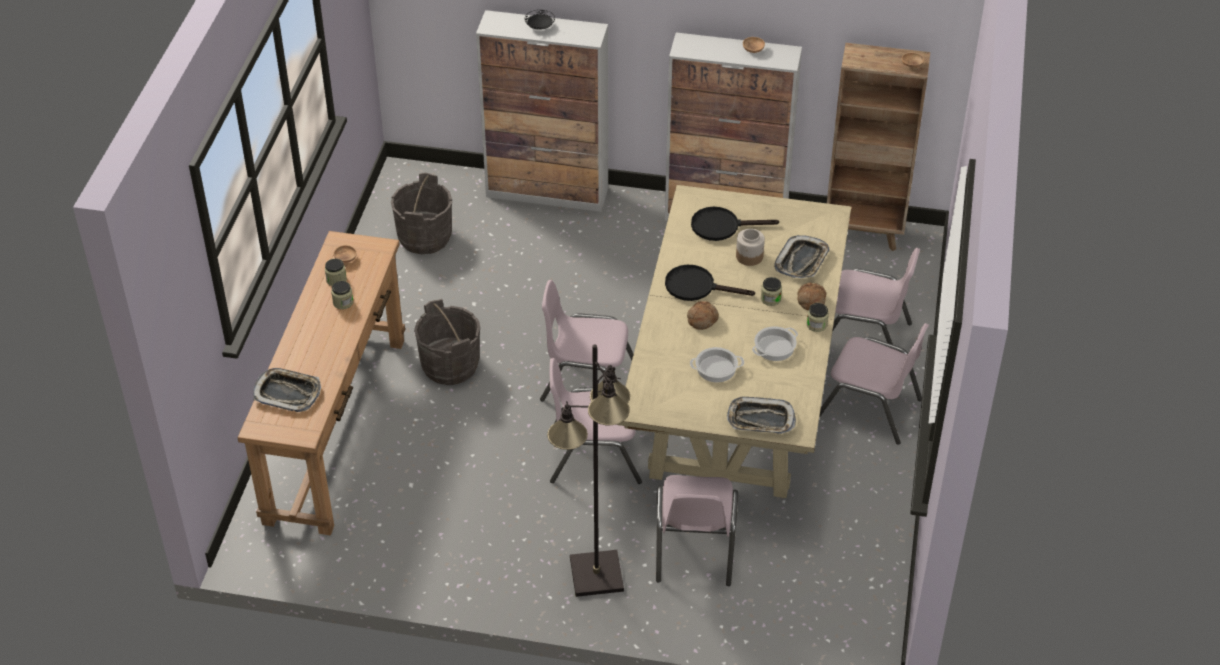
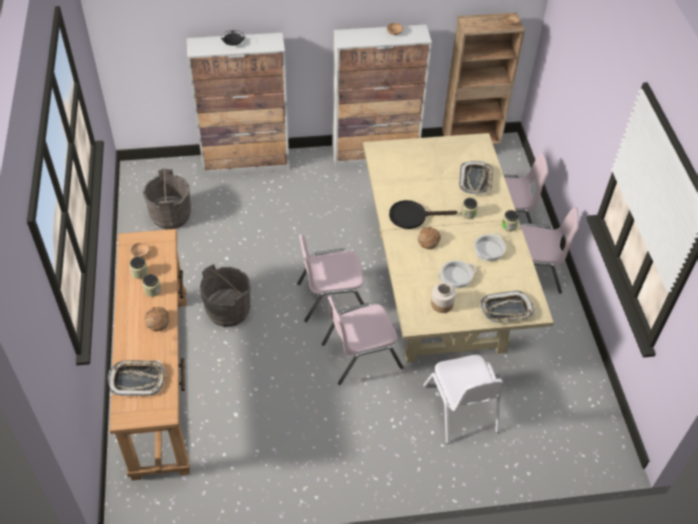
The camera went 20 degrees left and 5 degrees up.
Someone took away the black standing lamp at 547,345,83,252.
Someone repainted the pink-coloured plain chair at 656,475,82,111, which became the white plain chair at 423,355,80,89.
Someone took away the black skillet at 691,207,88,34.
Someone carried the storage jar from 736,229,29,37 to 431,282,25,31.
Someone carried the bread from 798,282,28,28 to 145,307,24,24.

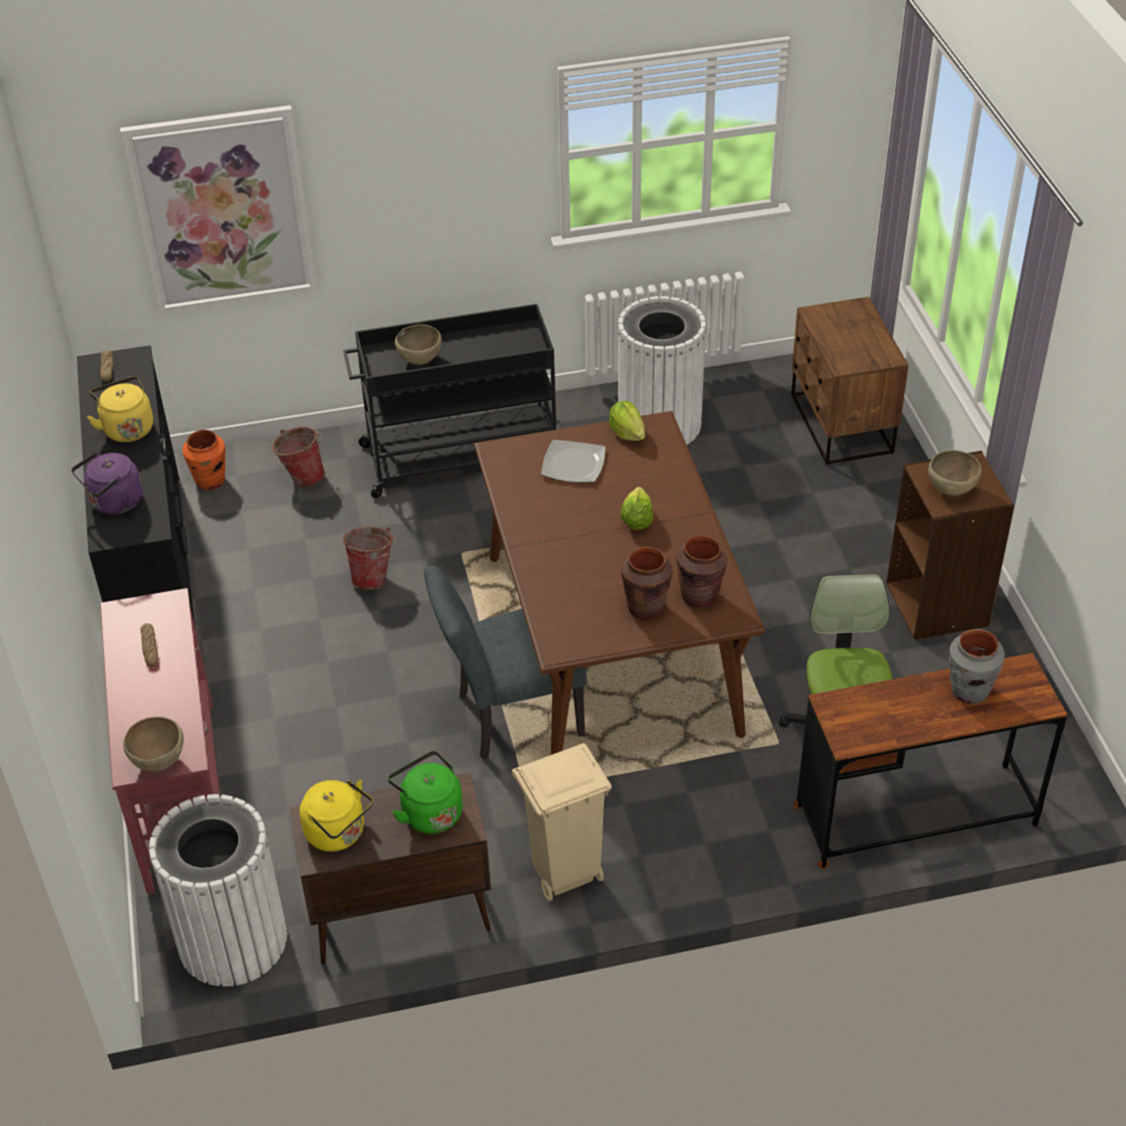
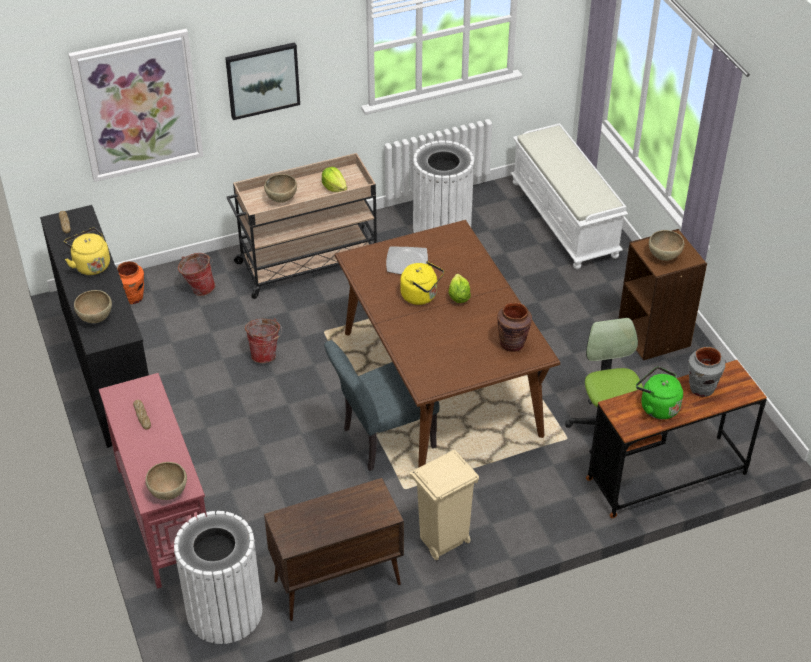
The camera went 10 degrees left and 0 degrees up.
Someone swapped the purple water kettle at 72,452,71,62 for the brown deep dish at 74,290,38,33.
Someone carried the yellow-coloured water kettle from 300,779,73,73 to 400,261,44,44.
Someone repainted the black cart at 343,304,213,194, which became the beige cart at 227,153,150,146.
Someone carried the green-coloured water kettle from 388,751,75,83 to 636,367,47,52.
Someone carried the head of lettuce from 609,401,36,40 to 322,167,25,25.
Someone took away the brown decorative vase at 621,547,52,73.
Someone swapped the brown bedside table at 791,297,118,168 for the white indoor bench at 511,123,117,146.
Someone put up the wall art at 225,42,75,78.

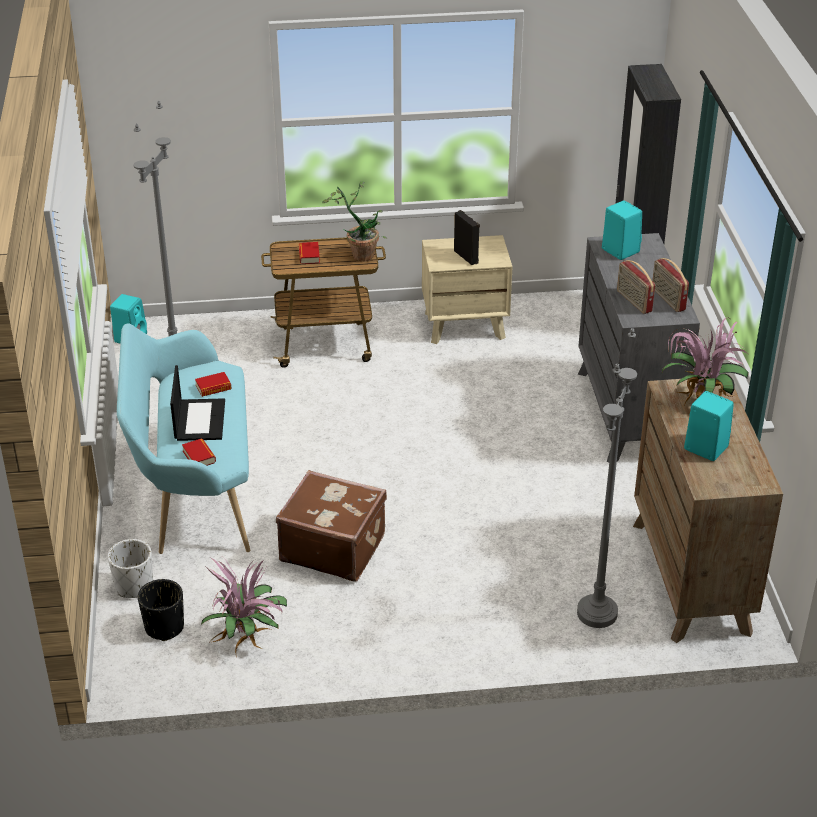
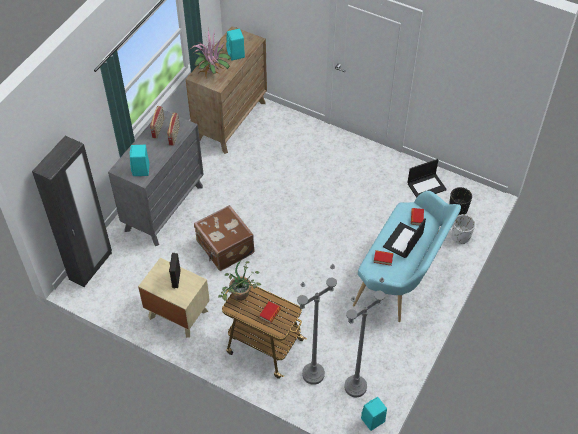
The camera went 145 degrees left and 15 degrees up.
Someone swapped the potted plant at 201,557,86,100 for the notebook computer at 407,159,40,39.
Someone carried the brown travel case from 276,470,111,112 to 194,205,60,66.
Someone carried the gray standing lamp from 577,328,60,300 to 297,264,40,121.

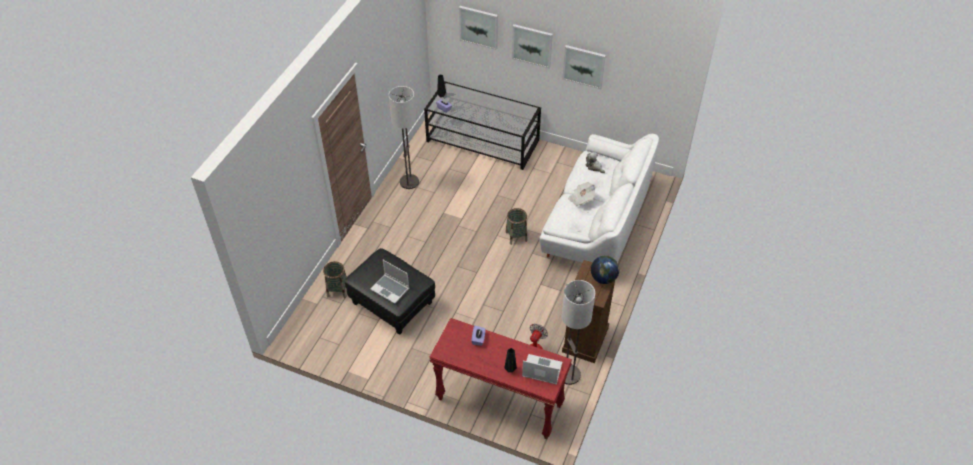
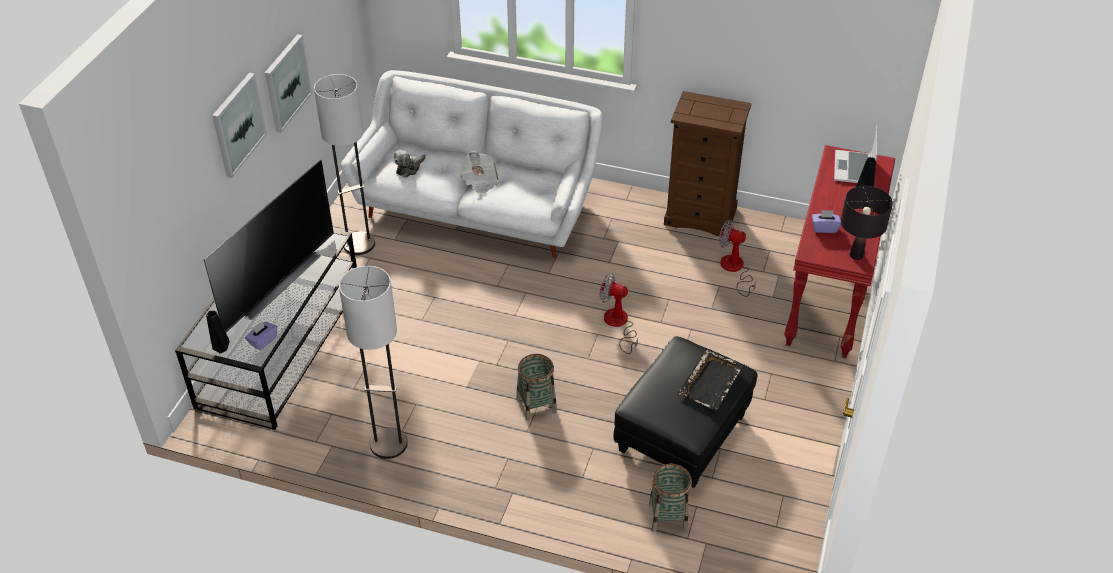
The camera went 95 degrees left and 5 degrees down.
Someone swapped the notebook computer at 370,260,39,44 for the black tray at 678,350,65,61.
Someone took away the wall art at 459,6,39,44.
Someone carried the basket from 505,208,22,37 to 516,354,41,67.
Someone carried the standing lamp from 561,280,34,105 to 314,74,61,181.
Someone took away the desk globe at 591,255,28,29.
Someone put down the TV set at 204,160,130,173.
Someone put down the electric fan at 600,273,38,81.
Someone put down the black table lamp at 841,186,52,74.

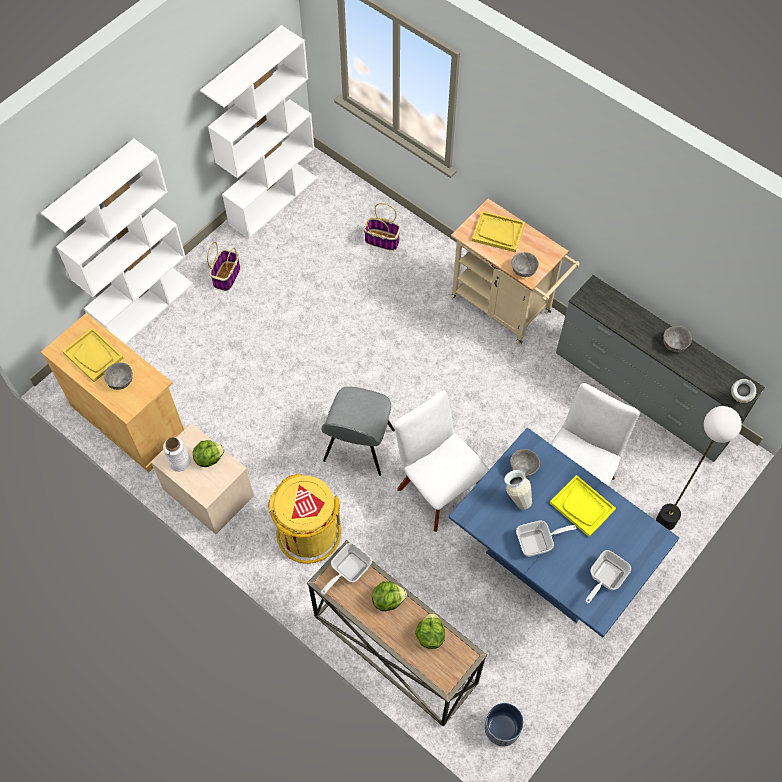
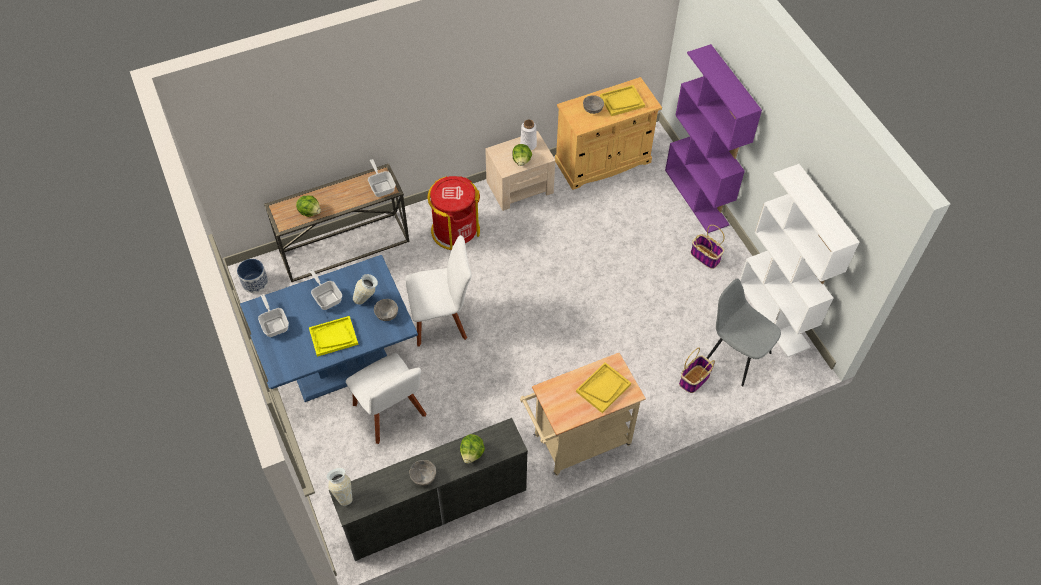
The camera went 115 degrees right and 5 degrees down.
Someone repainted the white bookcase at 41,139,152,205, which became the purple bookcase at 665,44,97,189.
Someone repainted the yellow-coloured rubbish bin at 268,474,73,90, which became the red-coloured rubbish bin at 428,176,52,74.
Someone carried the gray plain chair from 321,387,74,89 to 707,278,74,109.
Someone carried the head of lettuce from 372,581,35,30 to 460,434,25,30.
Someone took away the gray deep dish at 511,252,28,25.
Someone rotated the skillet at 516,520,61,37 by 135 degrees clockwise.
Someone took away the standing lamp at 656,406,86,124.

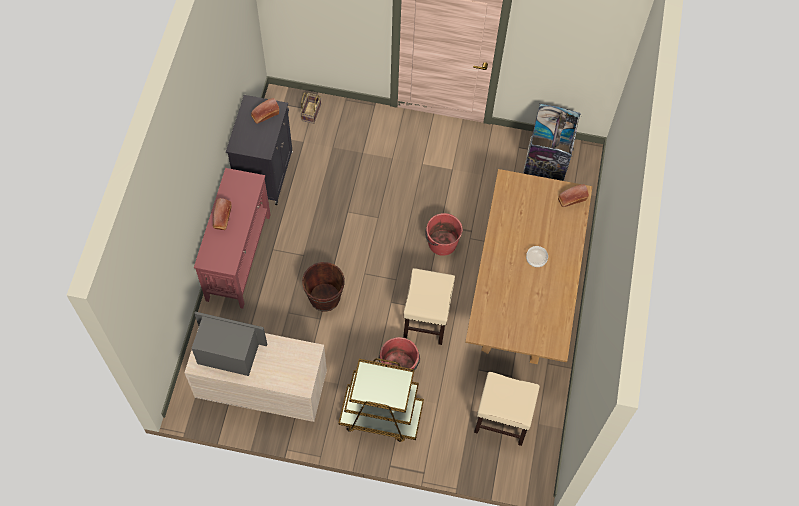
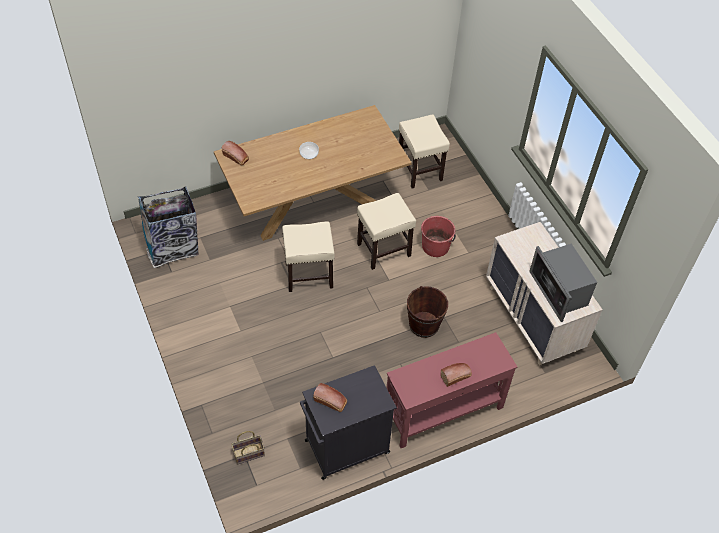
The camera went 125 degrees left and 10 degrees down.
Someone took away the brown cart at 338,358,86,84.
Someone swapped the red-coloured water bucket at 425,213,38,43 for the beige sitting stool at 282,221,52,71.

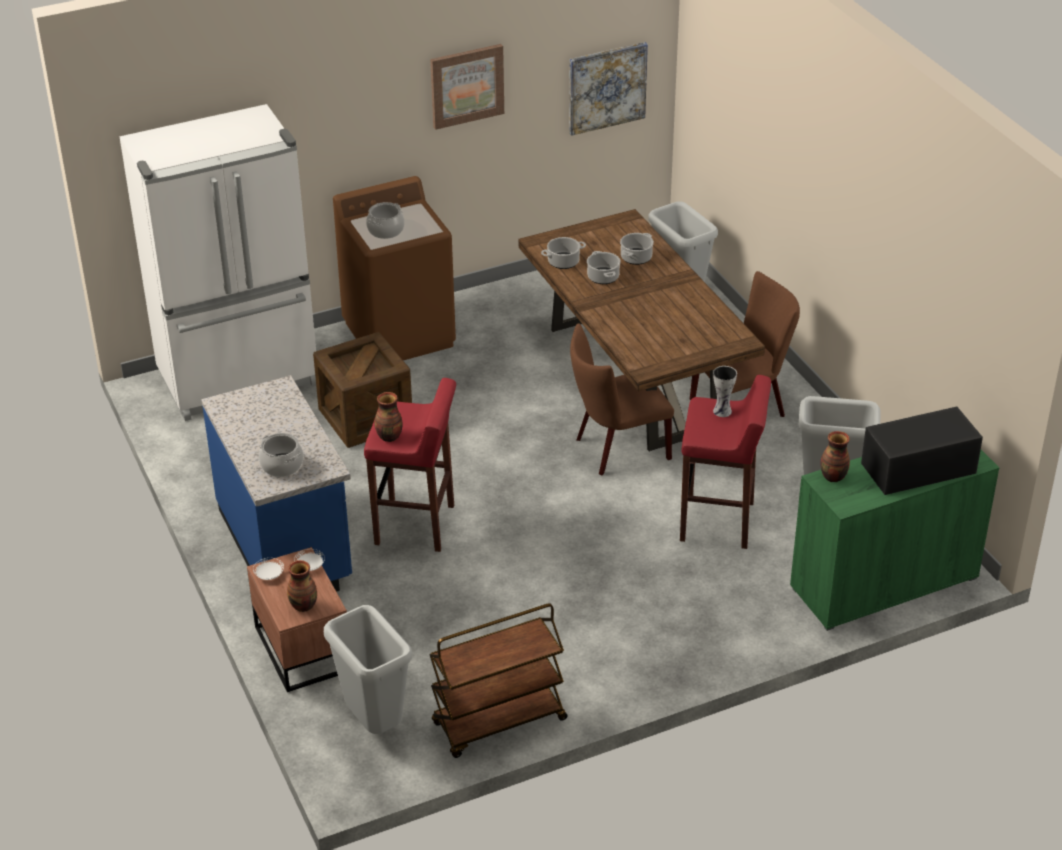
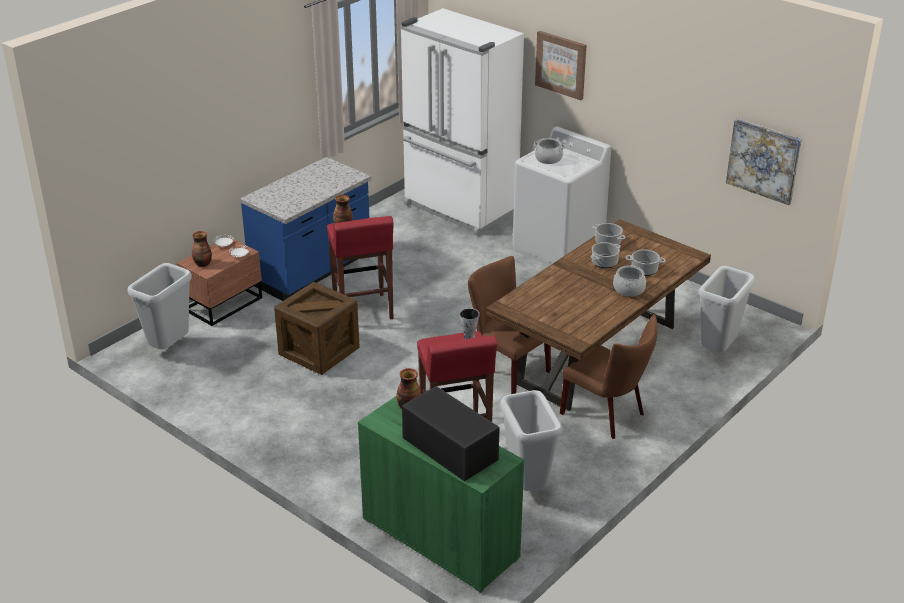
The camera went 65 degrees right and 5 degrees down.
Someone carried the stockpot from 259,433,45,44 to 613,265,33,32.
Someone carried the shipping crate from 313,332,99,116 to 274,282,86,93.
Someone repainted the brown laundry appliance at 333,176,123,184, which became the white laundry appliance at 513,127,98,139.
Someone took away the brown cart at 429,603,139,155.
Someone carried the wall art from 430,44,74,86 to 535,31,51,69.

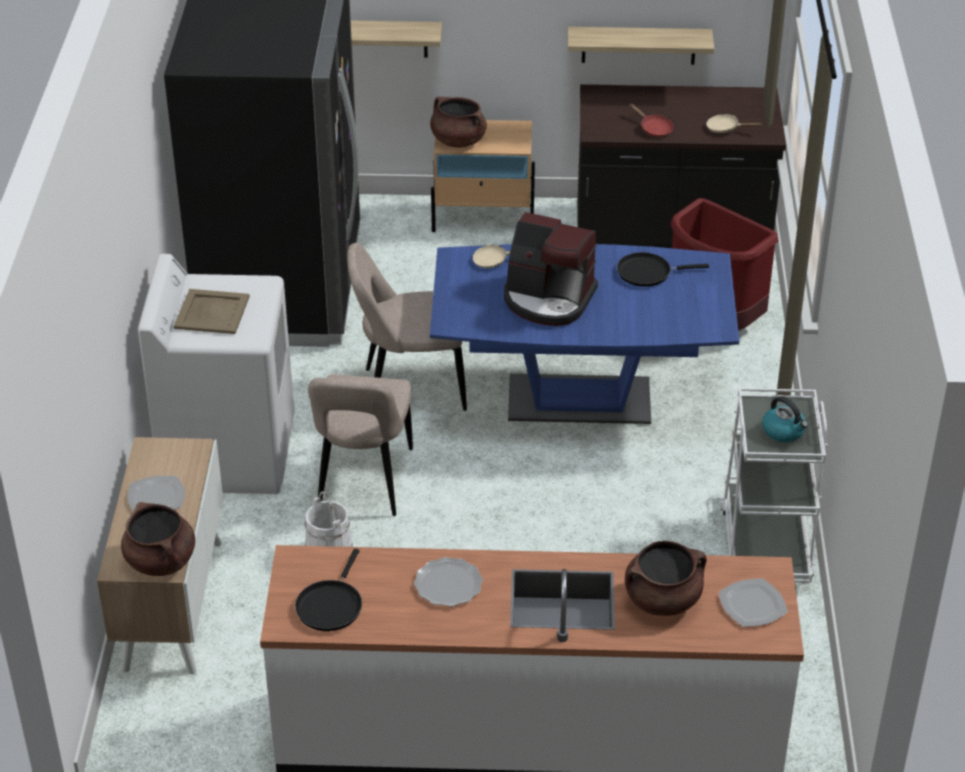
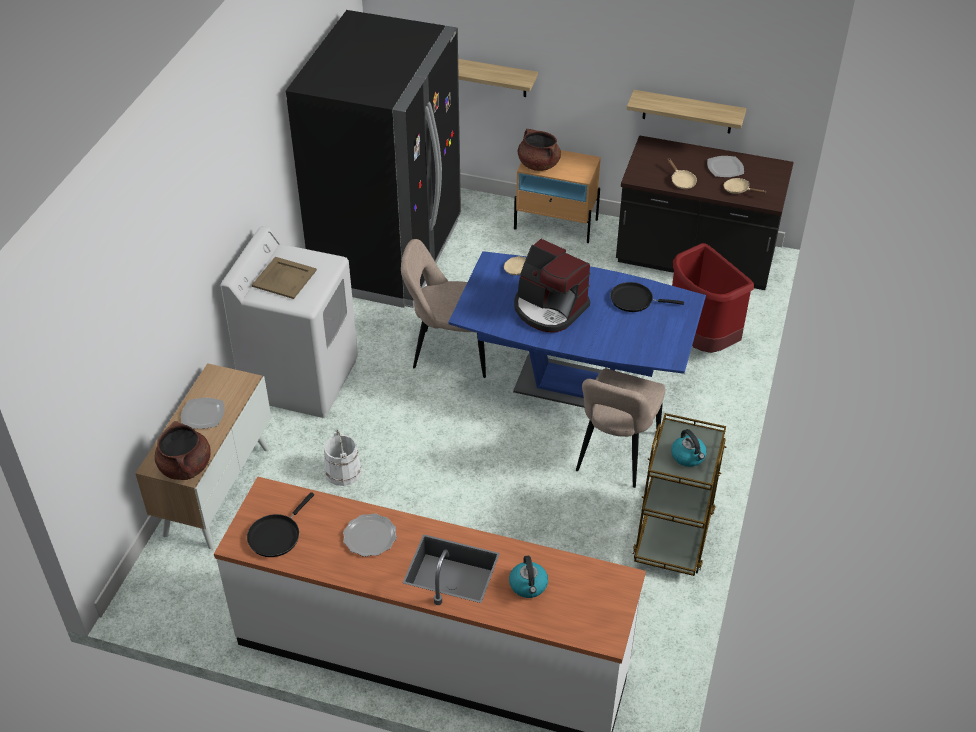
The camera went 15 degrees right and 5 degrees up.
Someone carried the beige plain chair from 308,374,105,142 to 576,369,89,119.
Someone swapped the brown stockpot at 625,541,82,75 for the water kettle at 509,556,39,42.
Someone repainted the red-coloured skillet at 629,104,44,33, which became the beige skillet at 667,158,30,31.
Someone carried the dinner plate from 718,578,70,49 to 707,156,37,21.
Someone repainted the white cart at 721,388,107,194, which became the brown cart at 633,413,93,163.

